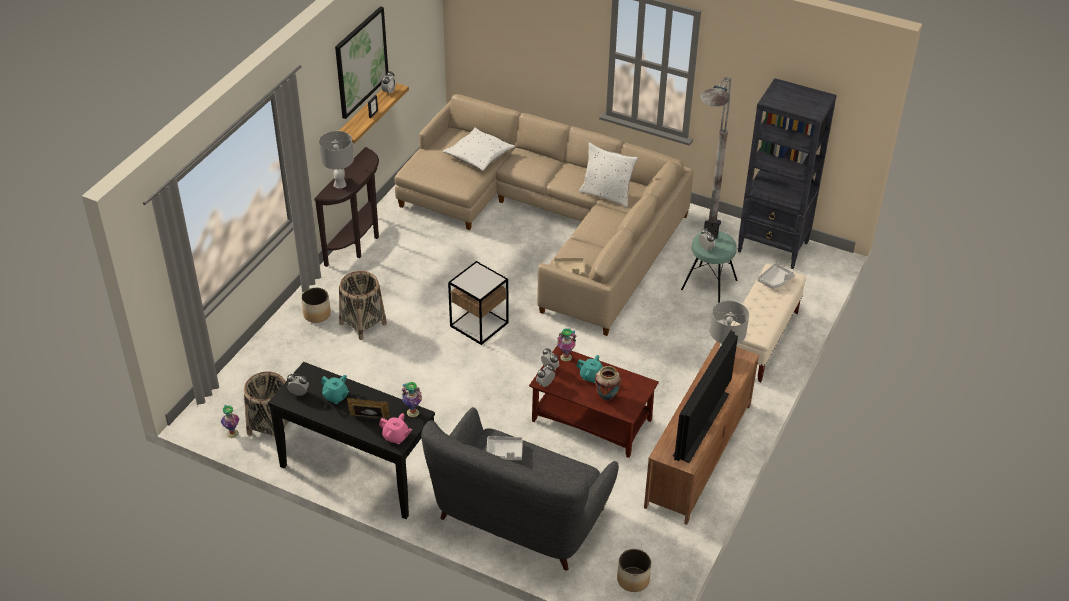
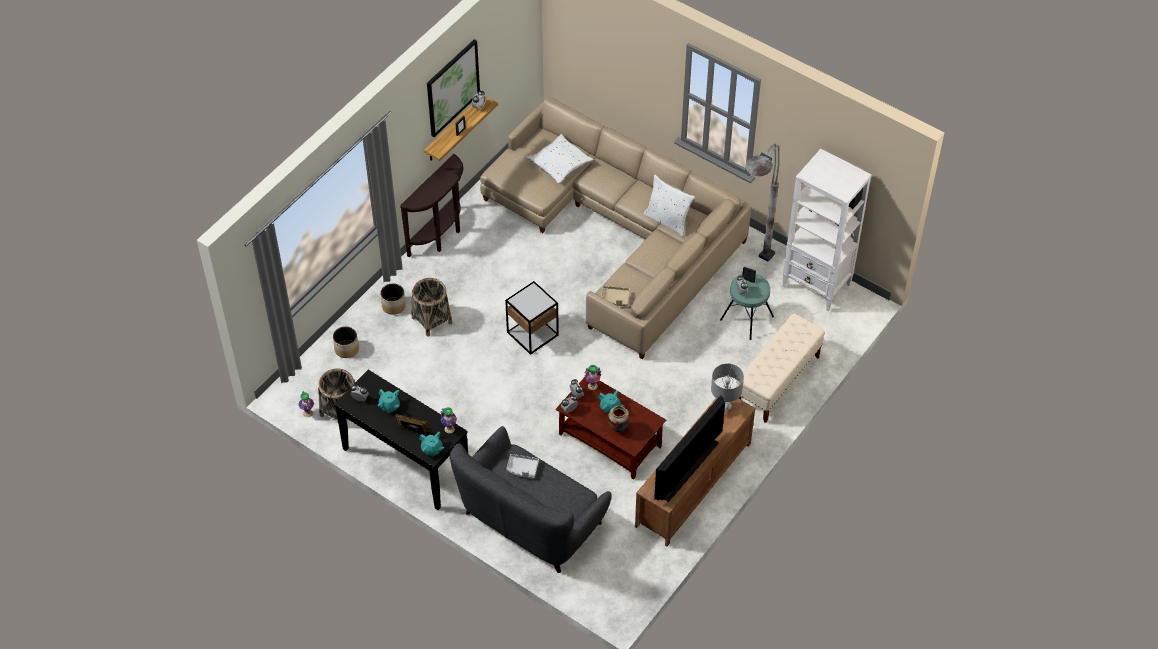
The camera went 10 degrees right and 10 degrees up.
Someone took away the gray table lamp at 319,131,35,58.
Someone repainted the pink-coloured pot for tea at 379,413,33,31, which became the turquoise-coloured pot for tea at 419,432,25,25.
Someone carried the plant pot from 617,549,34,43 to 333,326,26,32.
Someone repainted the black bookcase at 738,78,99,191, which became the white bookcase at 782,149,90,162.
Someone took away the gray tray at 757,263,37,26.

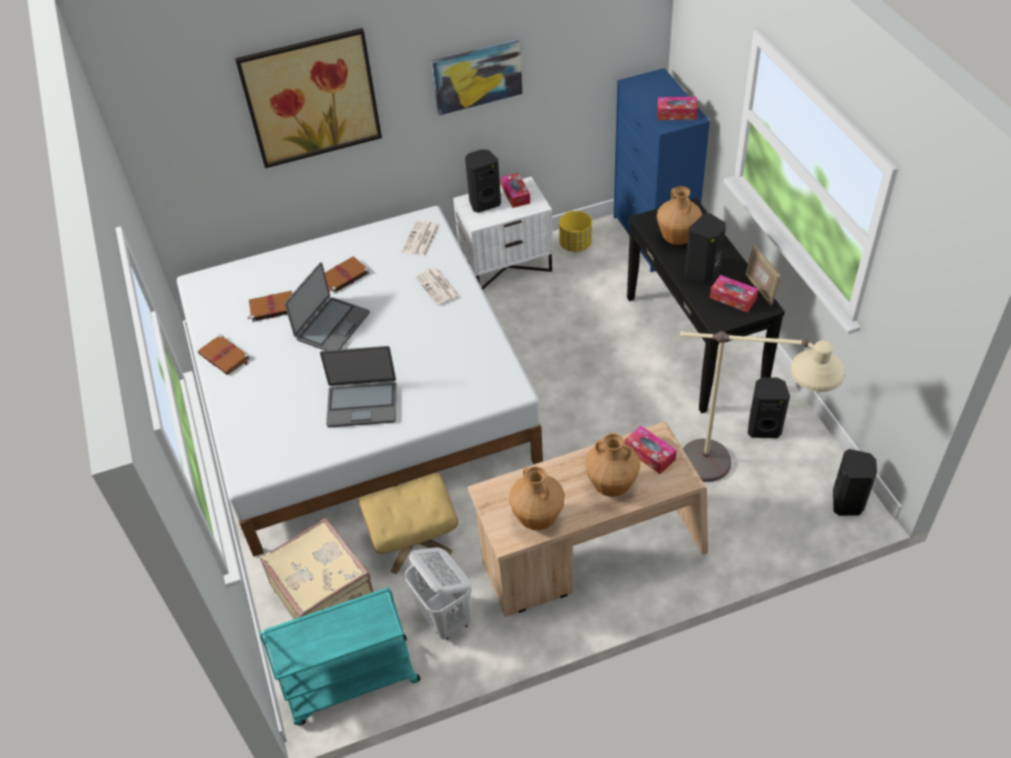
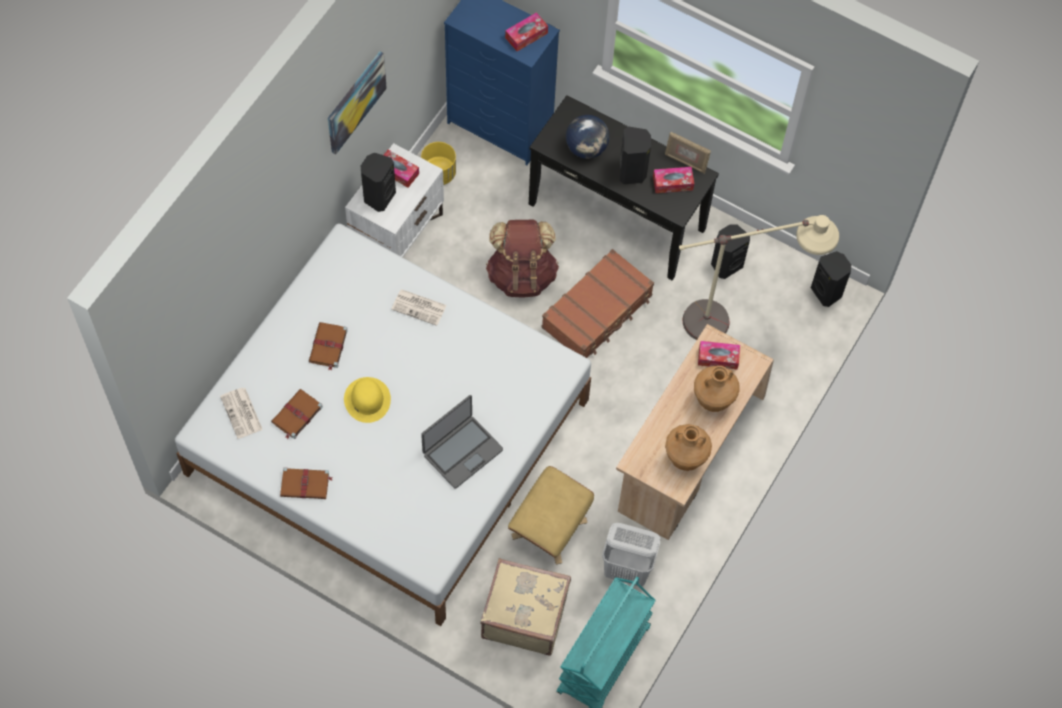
The camera went 45 degrees left and 15 degrees up.
Someone took away the wall art at 235,28,147,140.
Someone swapped the notebook computer at 285,262,85,89 for the yellow-coloured hat at 344,377,47,46.
Someone carried the daily paper from 402,220,38,36 to 220,388,43,51.
Someone swapped the brown decorative vase at 657,186,45,59 for the desk globe at 566,115,43,44.
Someone put down the brown rucksack at 486,220,73,78.
Someone put down the brown travel case at 542,249,112,109.

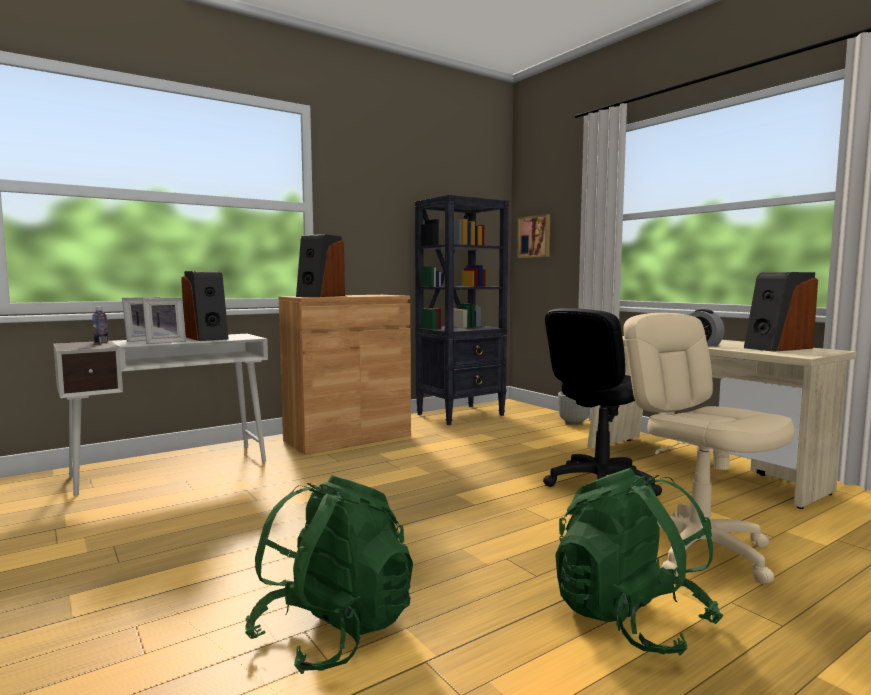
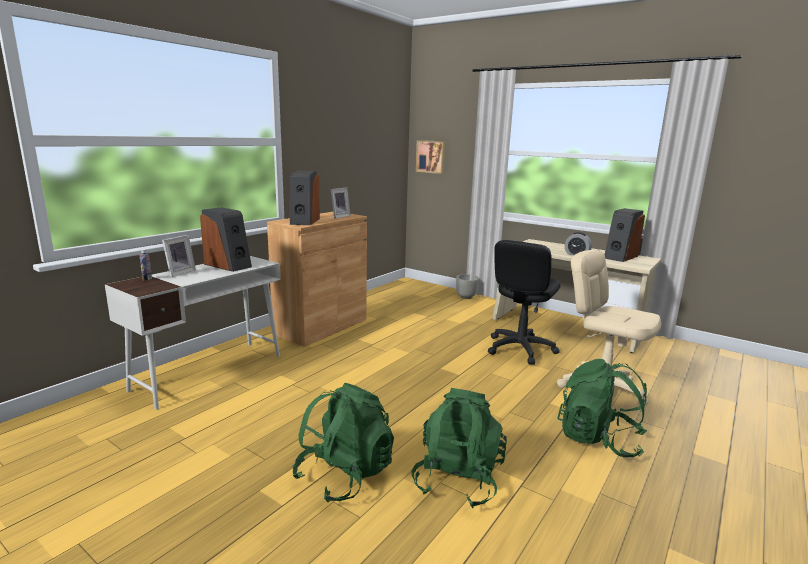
The camera went 20 degrees left and 10 degrees up.
Someone carried the photo frame from 142,298,44,46 to 331,187,20,32.
Someone took away the black bookcase at 415,195,94,230.
Someone put down the green-coloured rucksack at 292,383,102,119.

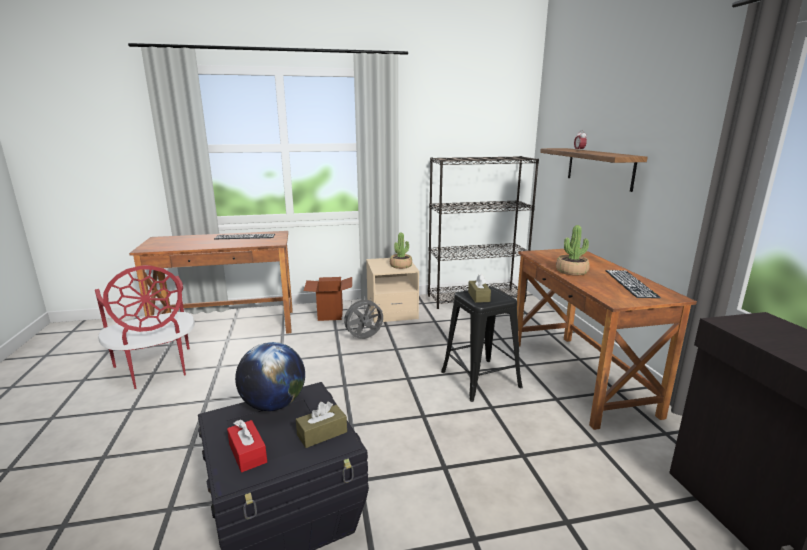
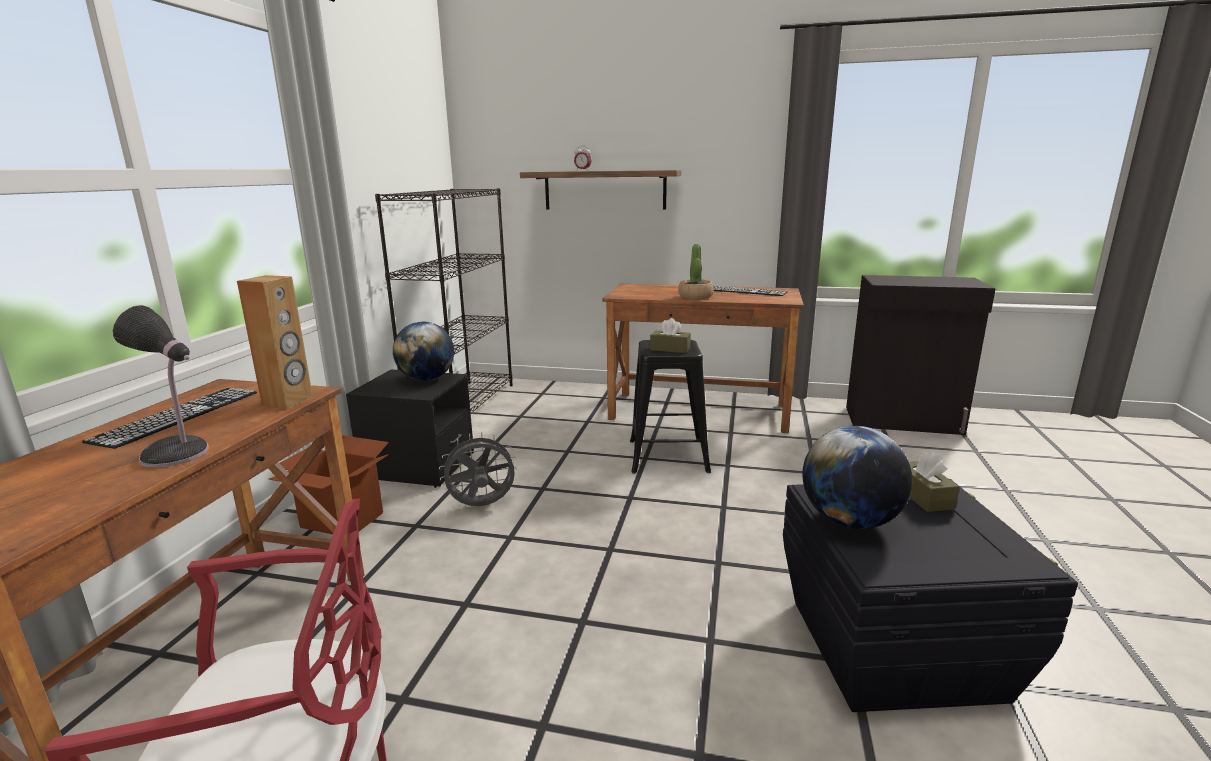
The camera went 65 degrees left and 0 degrees up.
Someone took away the red-coloured box of tissues at 227,419,40,53.
Someone rotated the gray electric fan at 341,298,42,41 by 75 degrees clockwise.
Someone repainted the beige bedside table at 366,258,53,65, which became the black bedside table at 346,370,128,118.
Someone swapped the potted plant at 390,232,22,37 for the desk globe at 393,322,61,59.
Someone put down the table lamp at 113,305,96,163.
Someone put down the brown loudspeaker at 237,275,76,134.

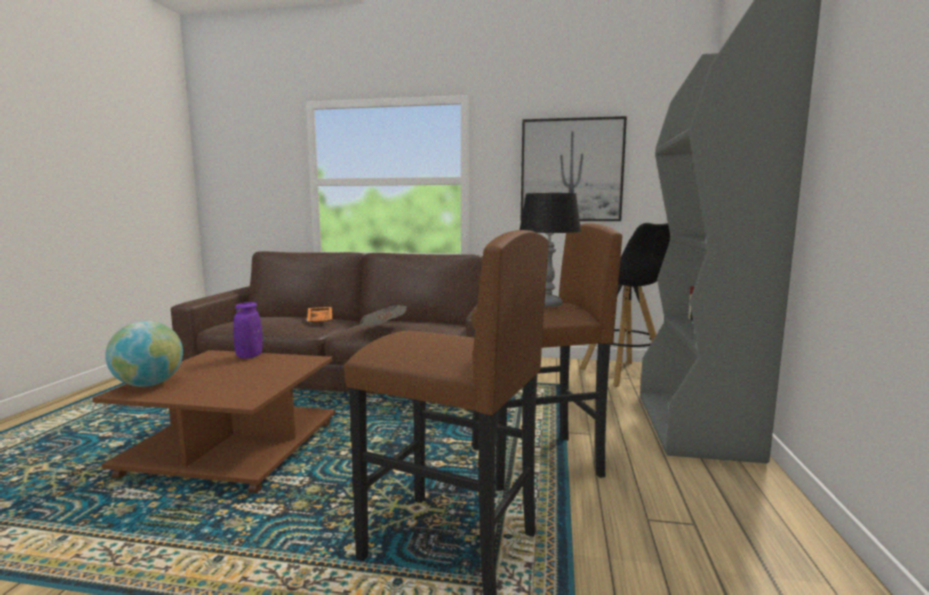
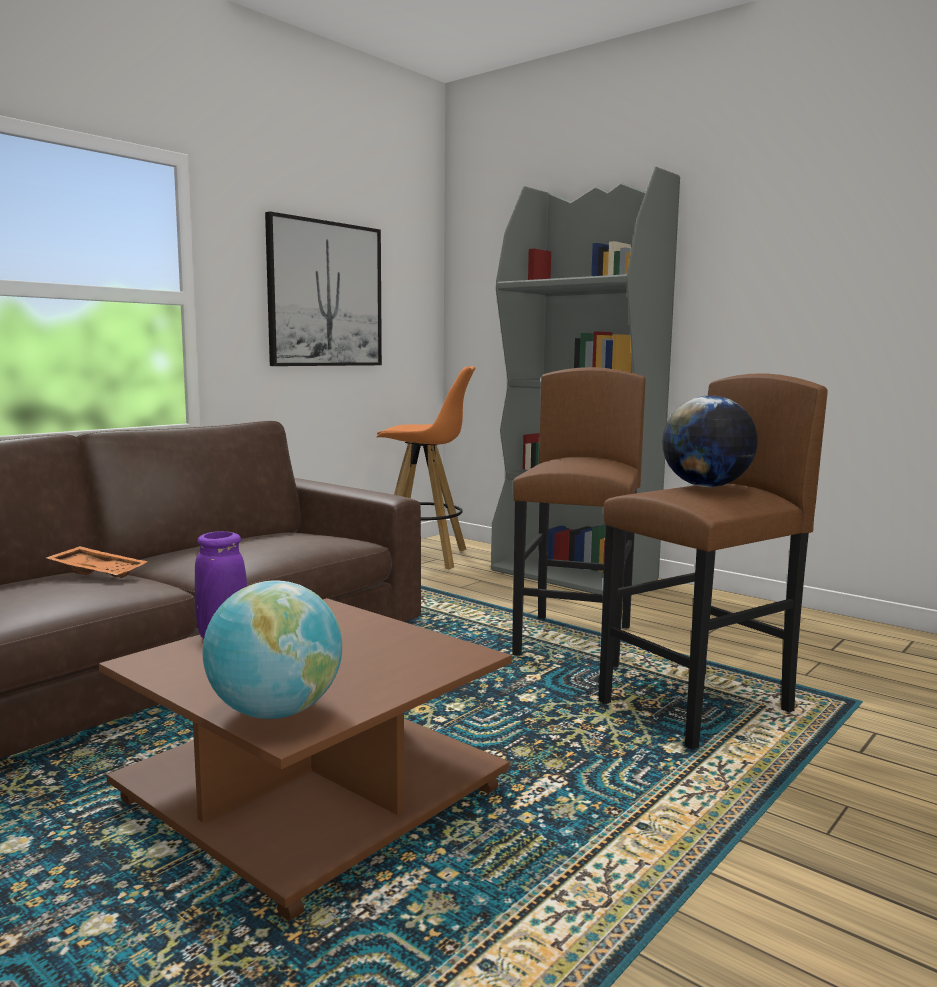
The camera went 60 degrees left and 0 degrees up.
Someone took away the daily paper at 359,305,48,21.
Someone took away the table lamp at 520,193,61,114.
Someone repainted the black sitting stool at 580,223,90,164, which became the orangey sitting stool at 376,366,99,203.
Someone put down the desk globe at 662,395,96,92.

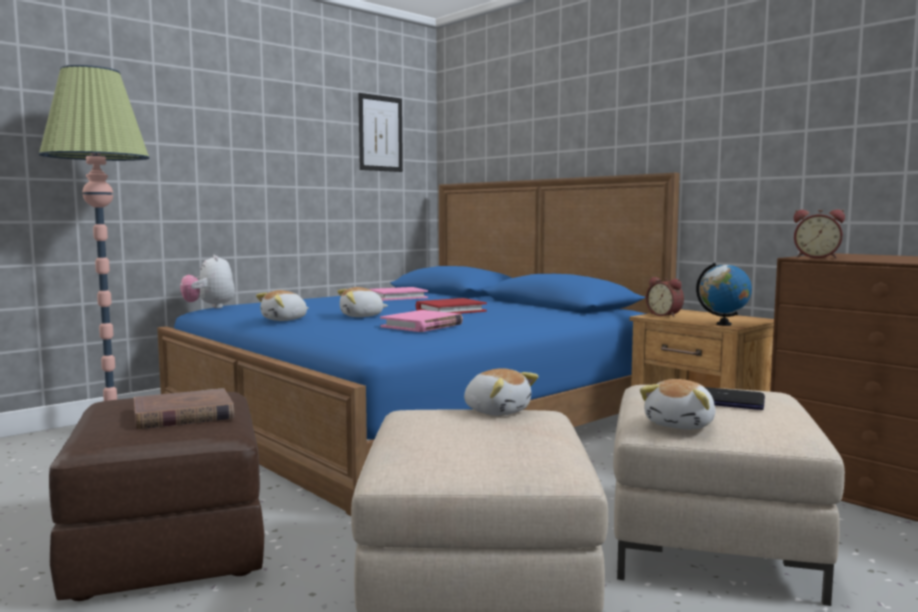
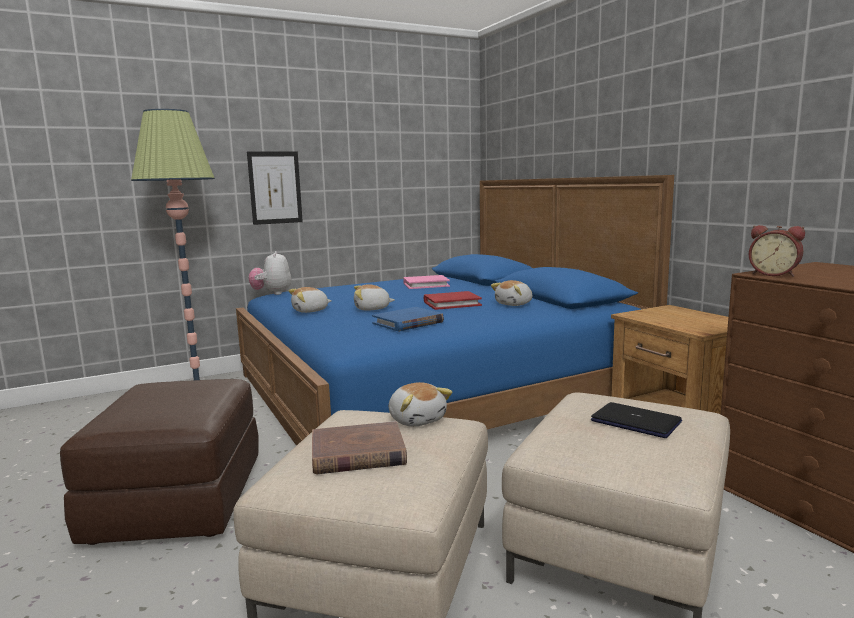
The camera went 15 degrees right and 5 degrees up.
Someone carried the brown bound book from 134,388,100,41 to 312,421,95,53.
Someone carried the wall art from 358,93,45,79 to 247,152,56,73.
Someone repainted the pink-coloured bound book at 380,310,83,22, which became the blue-coloured bound book at 372,307,72,24.
Someone carried the plush toy from 640,379,75,51 to 491,280,41,26.
Someone took away the table clock at 646,277,38,40.
Someone took away the desk globe at 696,263,56,63.

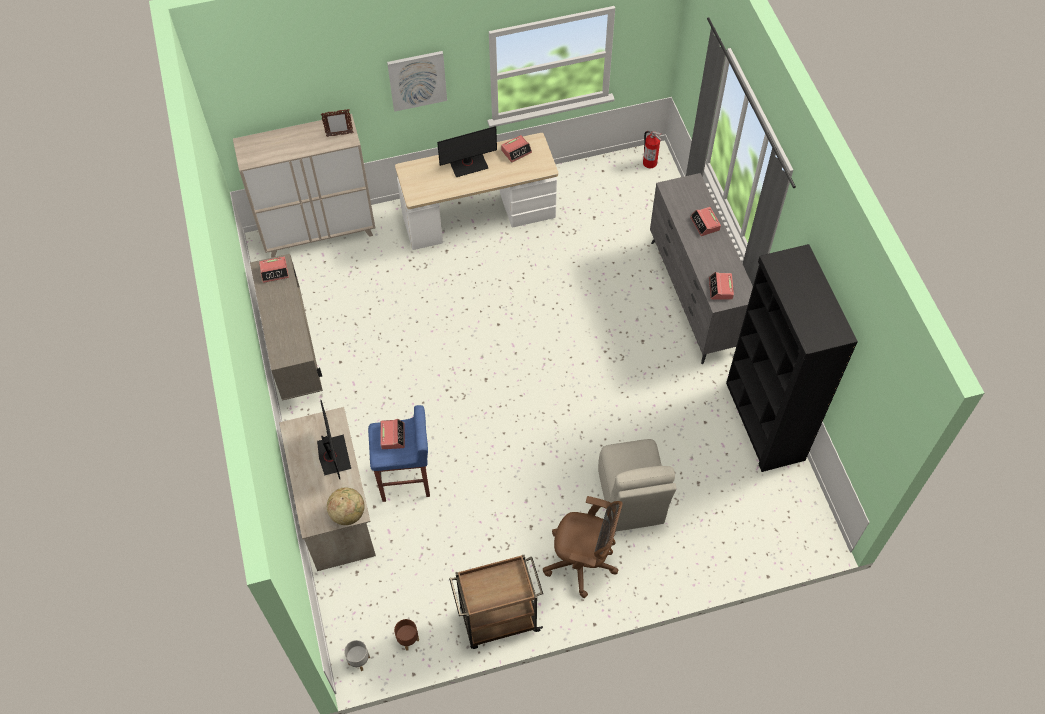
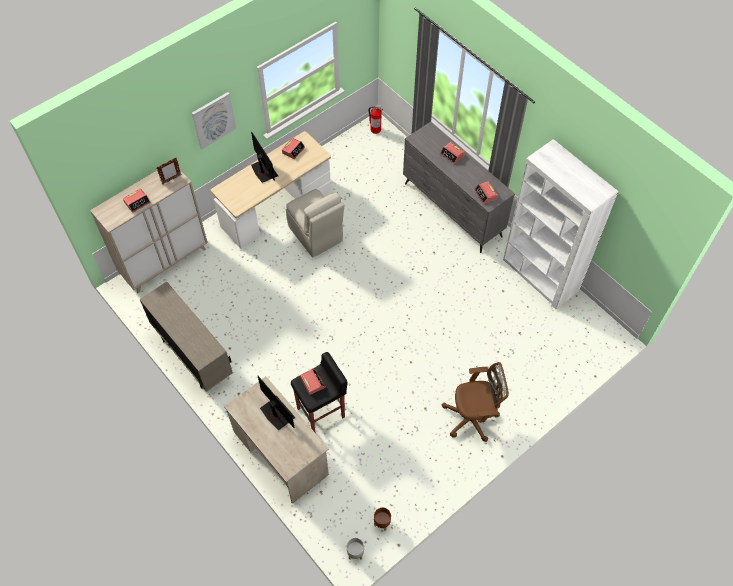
The camera went 25 degrees left and 0 degrees up.
Someone carried the table clock from 259,257,30,26 to 123,188,27,25.
Someone took away the desk globe at 327,487,38,38.
Someone repainted the blue-coloured sitting stool at 368,405,62,97, which became the black sitting stool at 291,352,57,80.
Someone rotated the monitor at 437,126,60,51 by 75 degrees counterclockwise.
Someone took away the brown cart at 449,555,94,94.
Someone carried the beige plain chair from 598,439,78,93 to 286,189,58,68.
Someone repainted the black bookcase at 726,244,132,228, which became the white bookcase at 503,139,116,170.

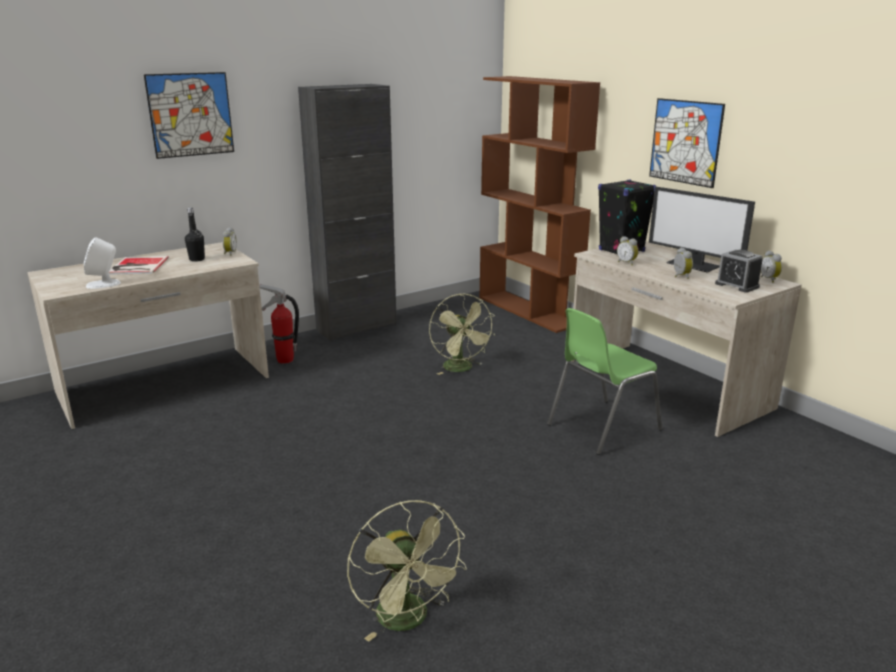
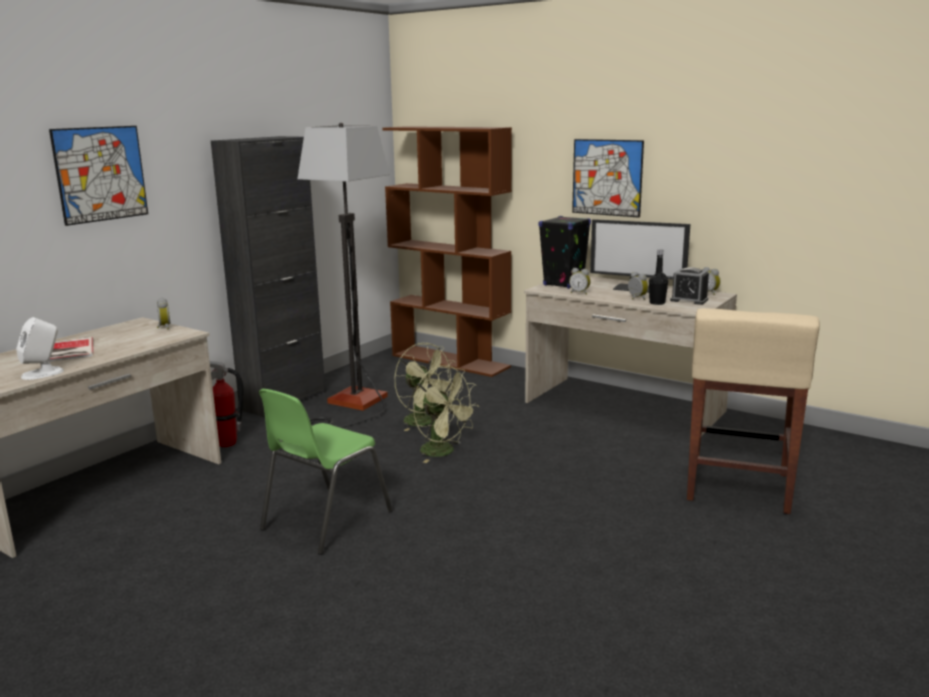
The camera went 20 degrees left and 5 degrees down.
Someone carried the black bottle from 185,207,20,55 to 649,249,19,56.
Someone carried the green-coloured electric fan from 347,500,120,142 to 413,365,66,98.
Someone carried the green-coloured plain chair from 547,308,115,147 to 259,389,134,166.
Someone put down the standing lamp at 297,123,93,305.
Someone put down the beige sitting stool at 687,308,133,206.

